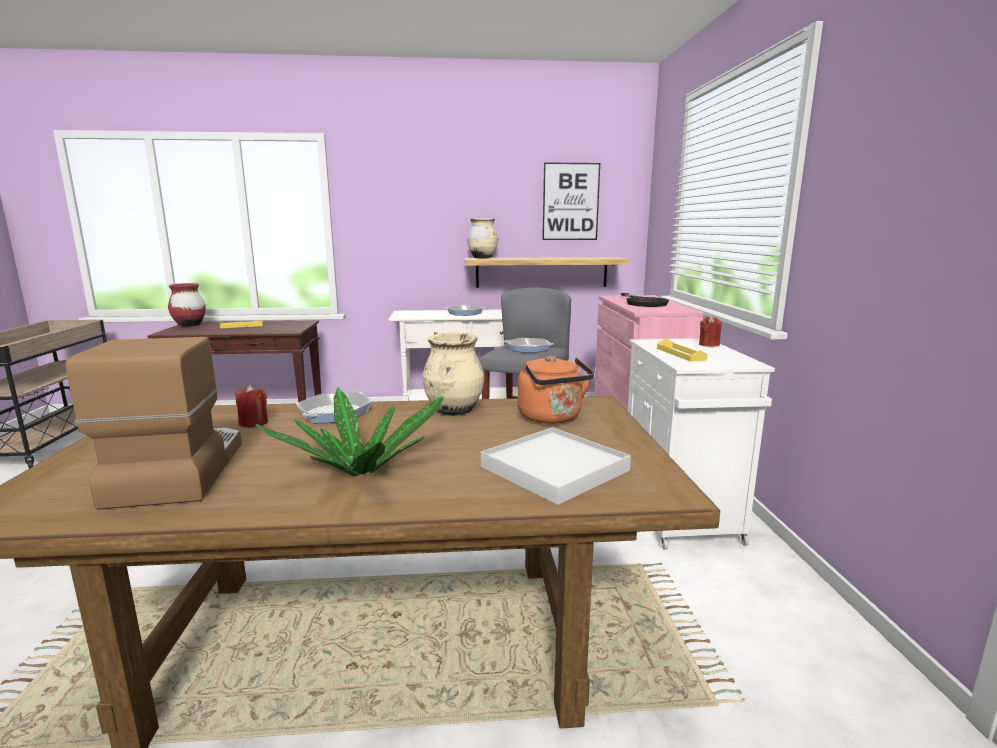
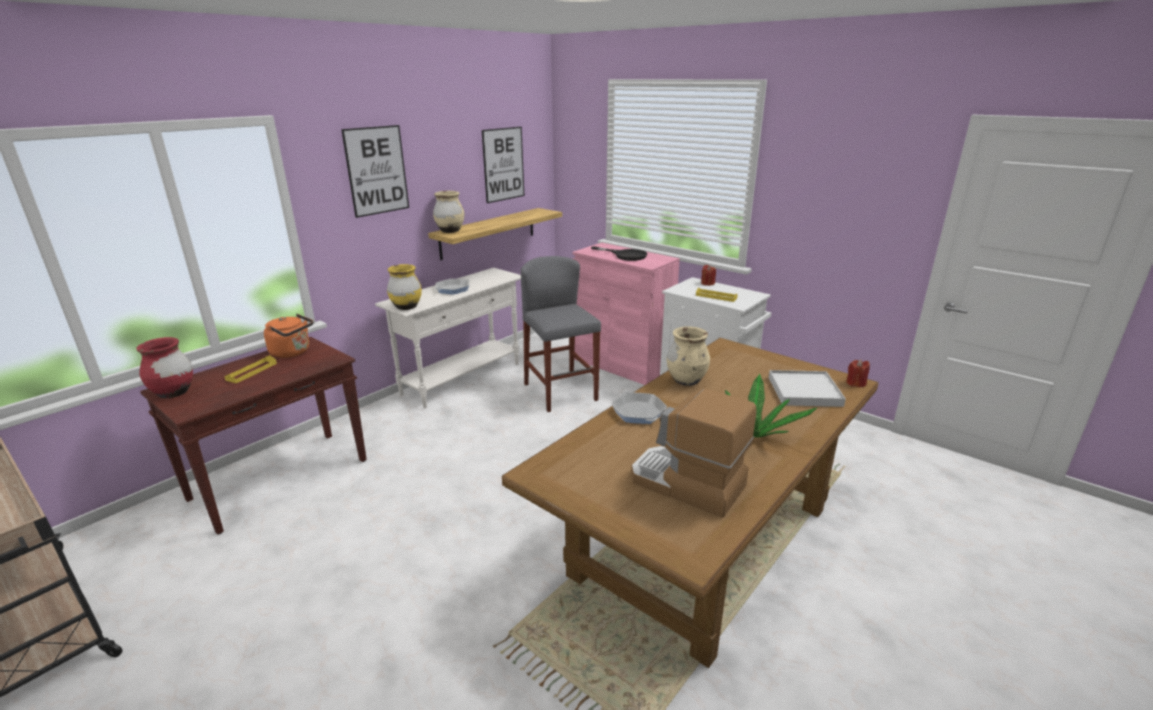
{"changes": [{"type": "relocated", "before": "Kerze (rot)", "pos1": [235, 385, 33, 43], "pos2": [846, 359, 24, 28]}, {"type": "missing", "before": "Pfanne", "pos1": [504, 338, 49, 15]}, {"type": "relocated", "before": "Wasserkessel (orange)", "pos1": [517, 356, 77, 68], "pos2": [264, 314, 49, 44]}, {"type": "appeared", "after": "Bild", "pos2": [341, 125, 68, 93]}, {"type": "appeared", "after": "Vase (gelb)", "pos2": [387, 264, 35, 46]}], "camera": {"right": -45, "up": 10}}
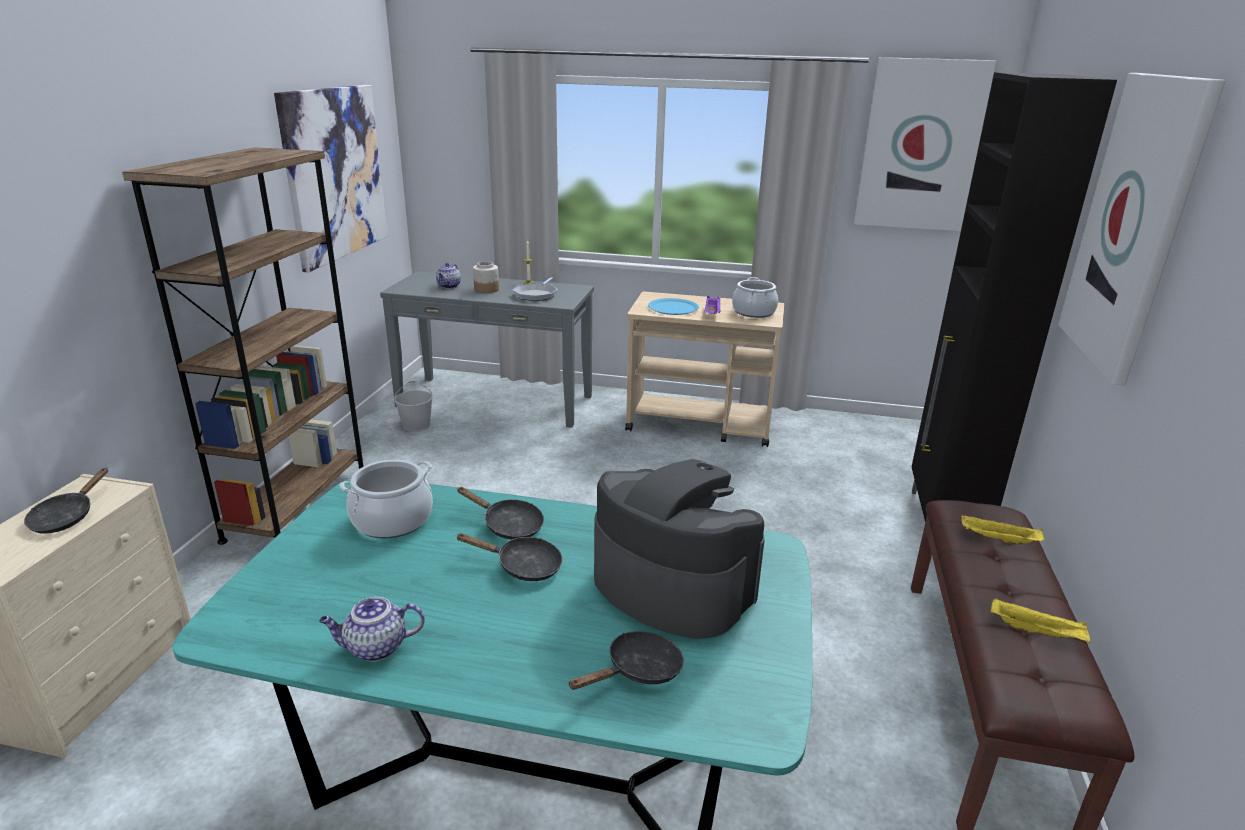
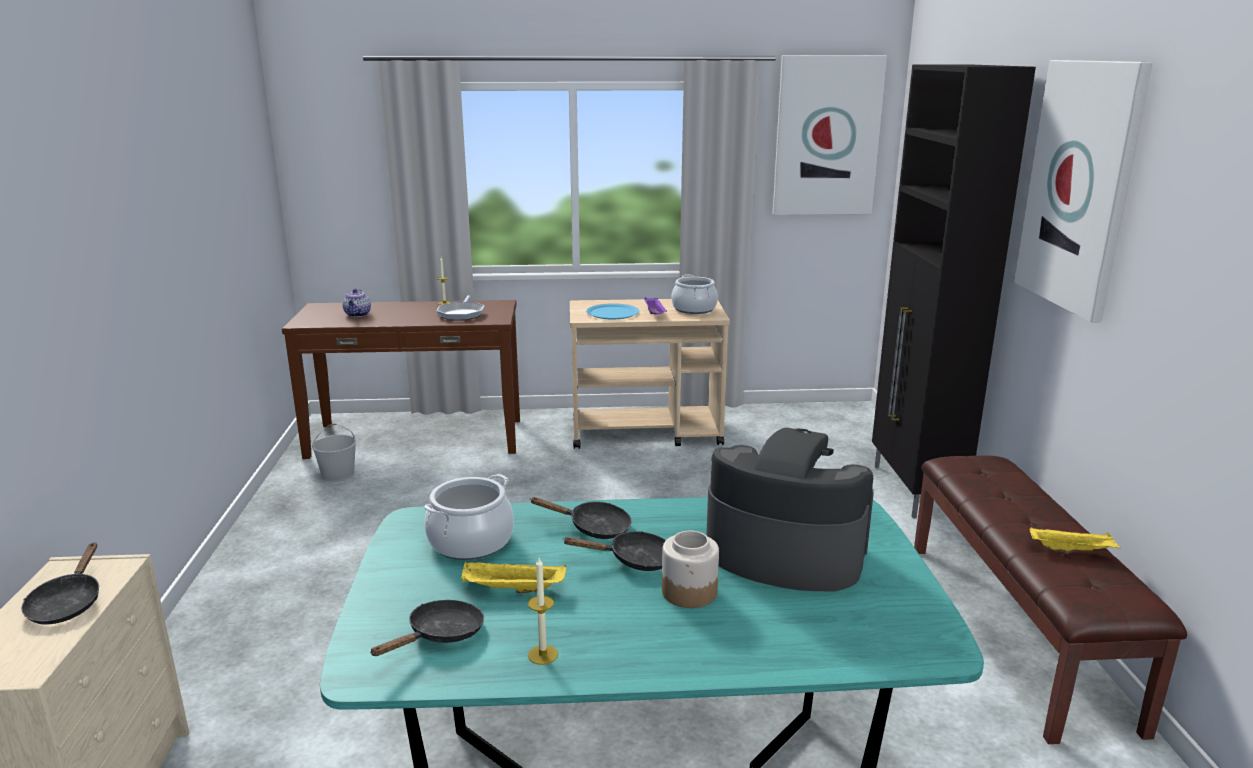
{"changes": [{"type": "missing", "before": "Bücherregal (braun)", "pos1": [122, 147, 242, 398]}, {"type": "missing", "before": "Bild", "pos1": [274, 85, 114, 188]}, {"type": "exchanged", "before": "Teekanne", "after": "Kerze", "pos1": [319, 597, 106, 65], "pos2": [528, 558, 30, 107]}, {"type": "colour", "before": "Konsolentisch (grau)", "after": "Konsolentisch (braun)", "pos1": [380, 271, 214, 157], "pos2": [282, 300, 238, 159]}, {"type": "relocated", "before": "Vorratsglas", "pos1": [473, 261, 26, 32], "pos2": [662, 531, 57, 77]}, {"type": "relocated", "before": "Pfanne (schwarz)", "pos1": [568, 631, 116, 59], "pos2": [370, 600, 114, 56]}, {"type": "relocated", "before": "Tablett (gelb)", "pos1": [961, 515, 84, 30], "pos2": [462, 562, 104, 31]}], "camera": {"right": -15, "up": -5}}
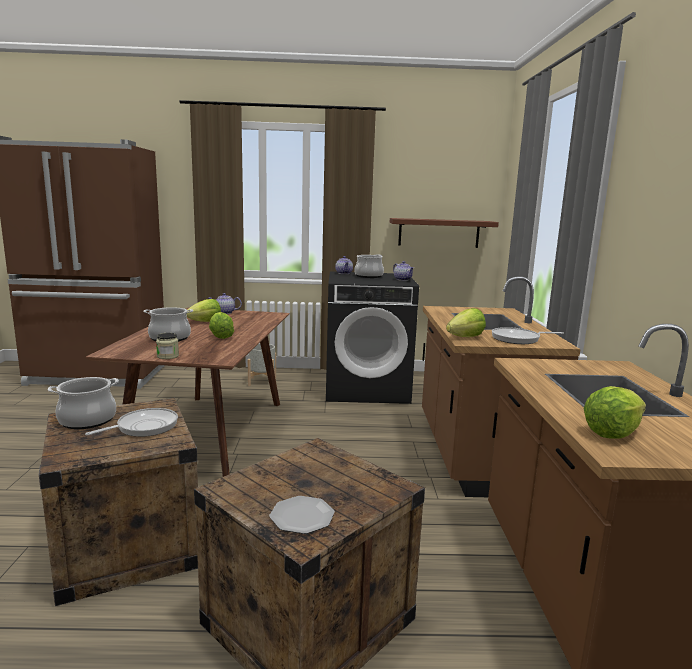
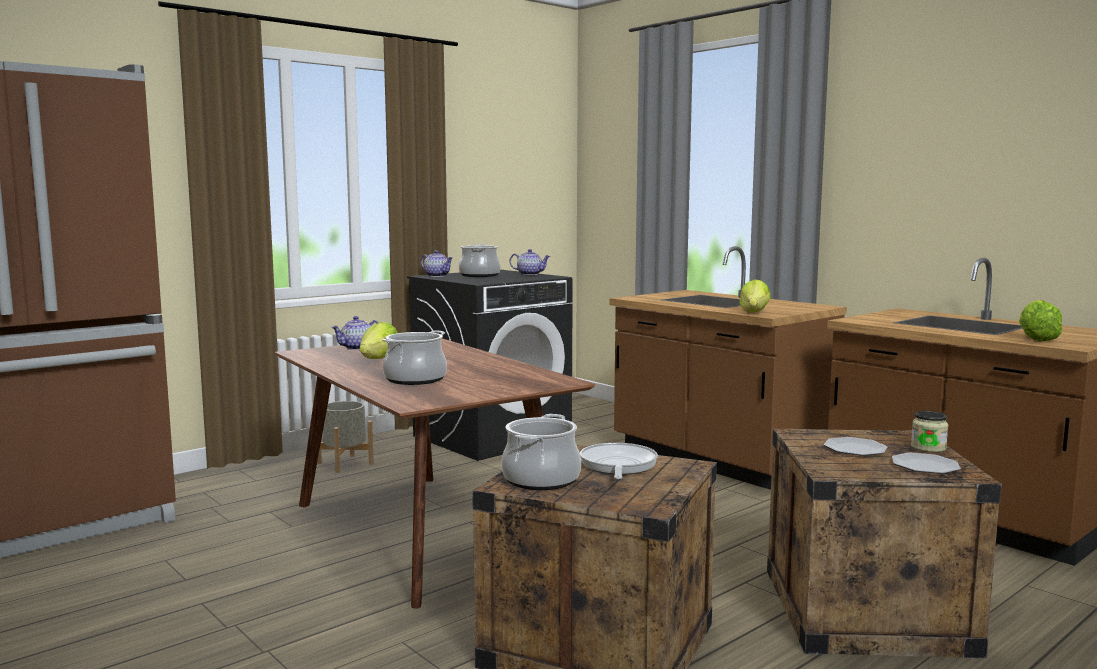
{"changes": [{"type": "relocated", "before": "Vorratsglas", "pos1": [156, 333, 23, 26], "pos2": [911, 411, 37, 41]}, {"type": "missing", "before": "Salatkopf", "pos1": [209, 312, 25, 27]}, {"type": "missing", "before": "Wandregal (braun)", "pos1": [390, 218, 109, 30]}, {"type": "missing", "before": "Pfanne", "pos1": [492, 327, 72, 17]}, {"type": "appeared", "after": "Teller", "pos2": [824, 437, 64, 19]}], "camera": {"right": -40, "up": -5}}
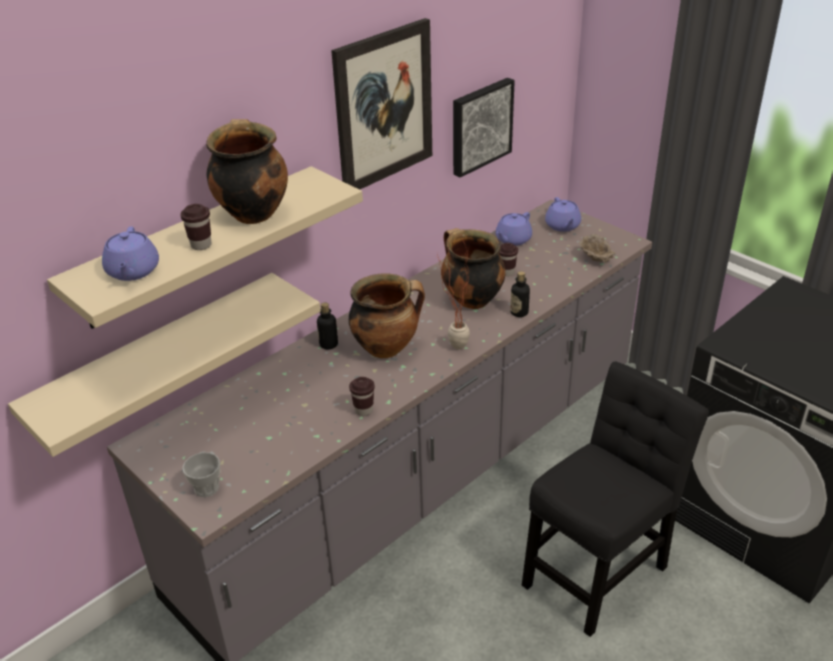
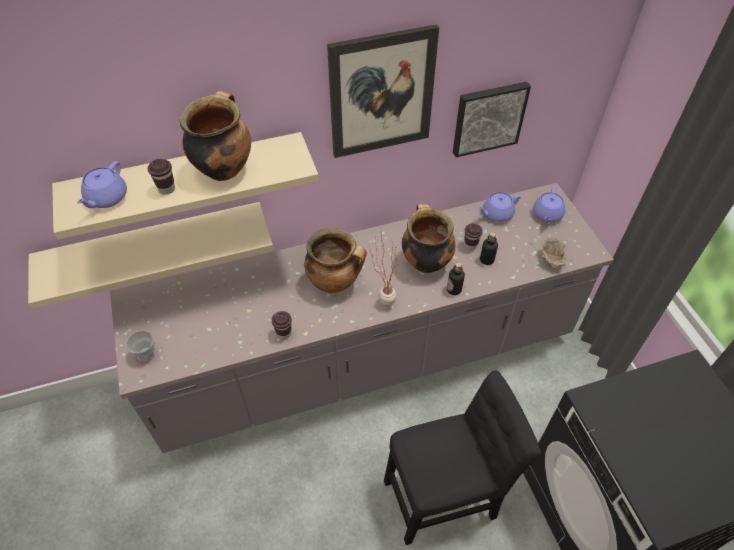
{"changes": [{"type": "relocated", "before": "Flasche", "pos1": [317, 302, 21, 47], "pos2": [480, 232, 18, 33]}], "camera": {"right": 25, "up": 15}}
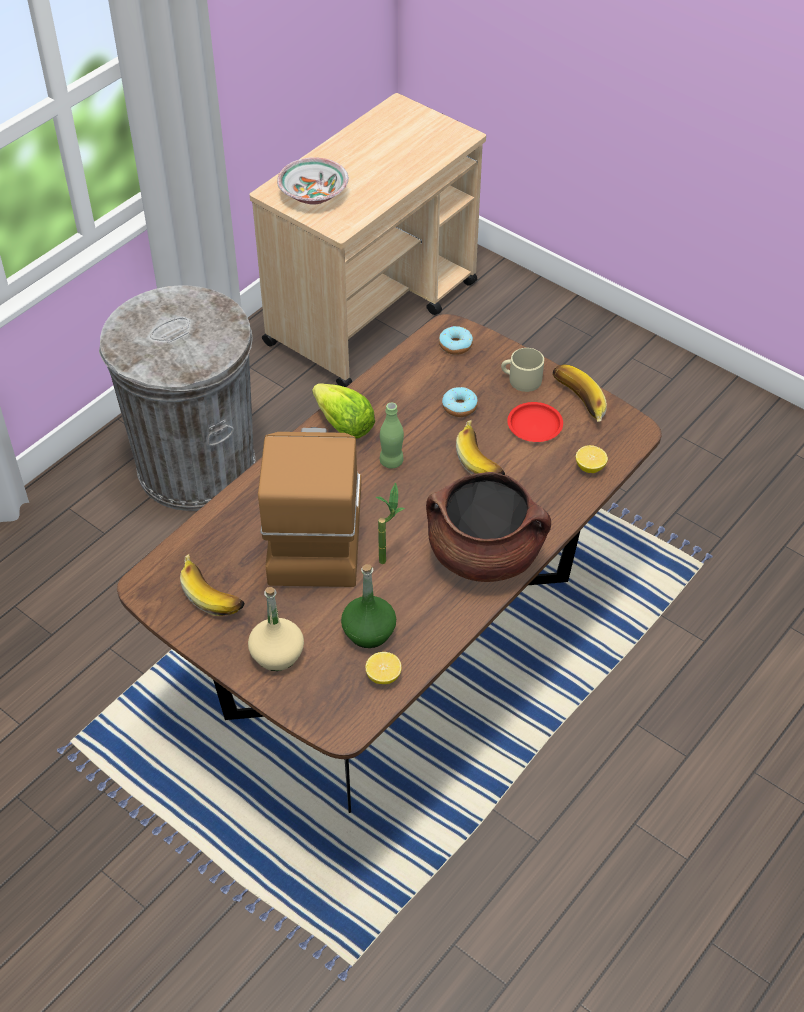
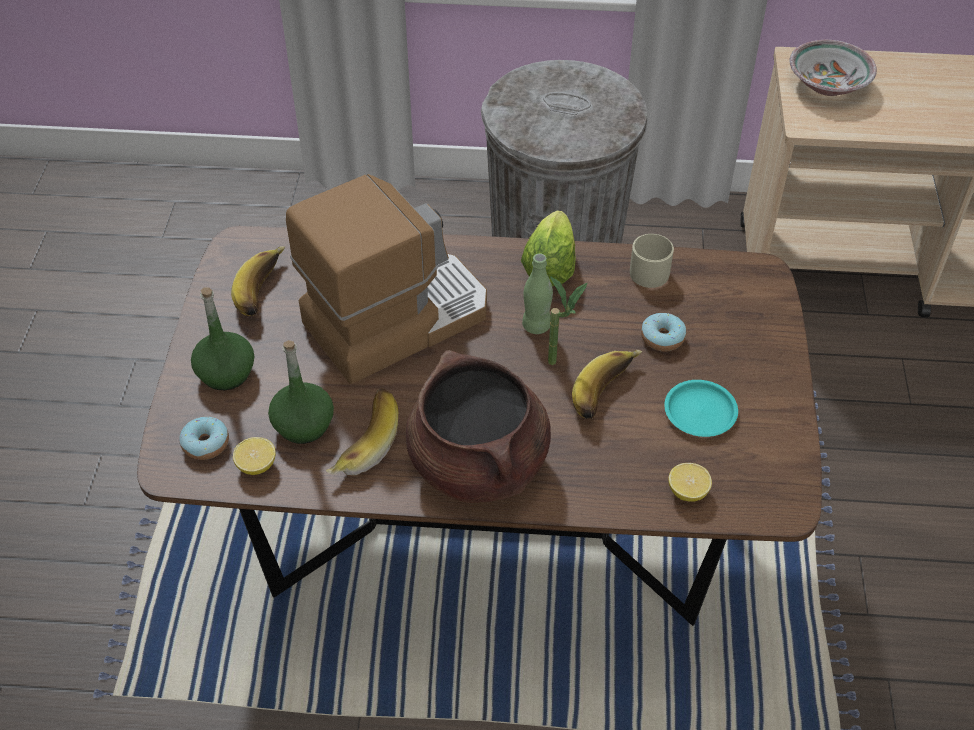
{"changes": [{"type": "colour", "before": "Flasche (beige)", "after": "Flasche (grün)", "pos1": [248, 587, 56, 84], "pos2": [191, 287, 63, 103]}, {"type": "relocated", "before": "Topfpflanze", "pos1": [375, 482, 30, 82], "pos2": [548, 276, 40, 89]}, {"type": "relocated", "before": "Donut", "pos1": [439, 326, 34, 29], "pos2": [179, 417, 50, 43]}, {"type": "relocated", "before": "Henkelbecher (beige)", "pos1": [501, 348, 43, 44], "pos2": [630, 234, 44, 54]}, {"type": "colour", "before": "Teller (rot)", "after": "Teller (türkis)", "pos1": [507, 402, 56, 40], "pos2": [664, 380, 74, 57]}, {"type": "relocated", "before": "Banane", "pos1": [552, 364, 55, 58], "pos2": [325, 389, 73, 86]}], "camera": {"right": 55, "up": 0}}
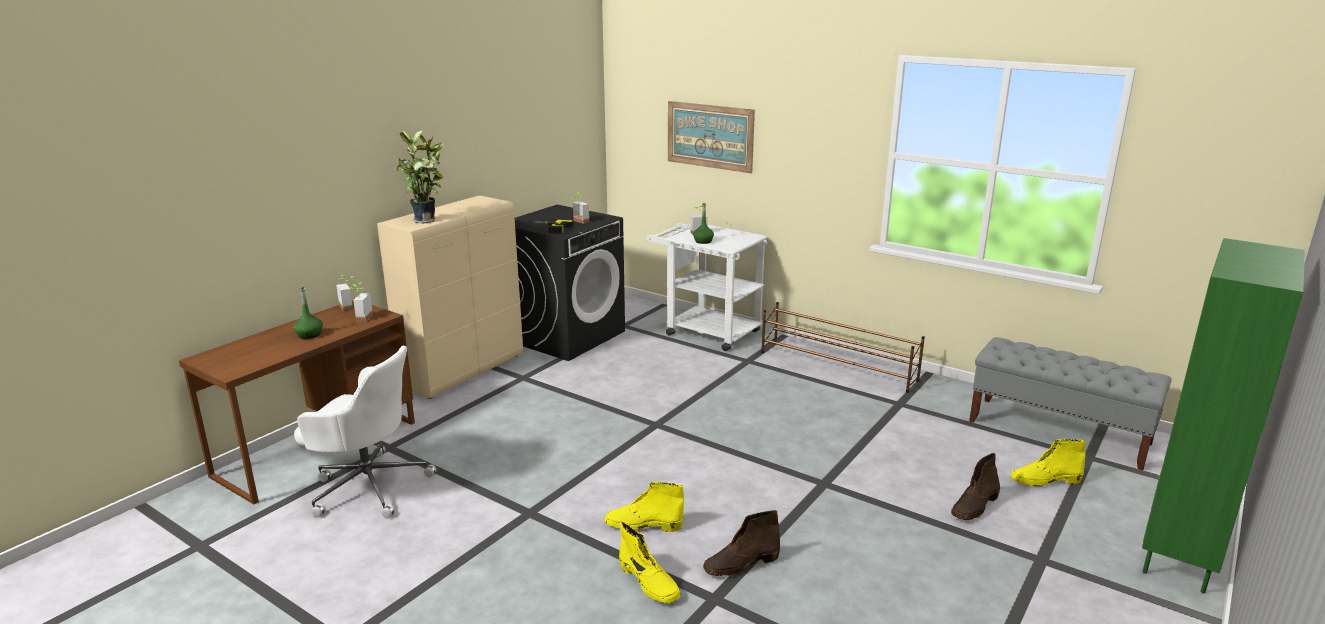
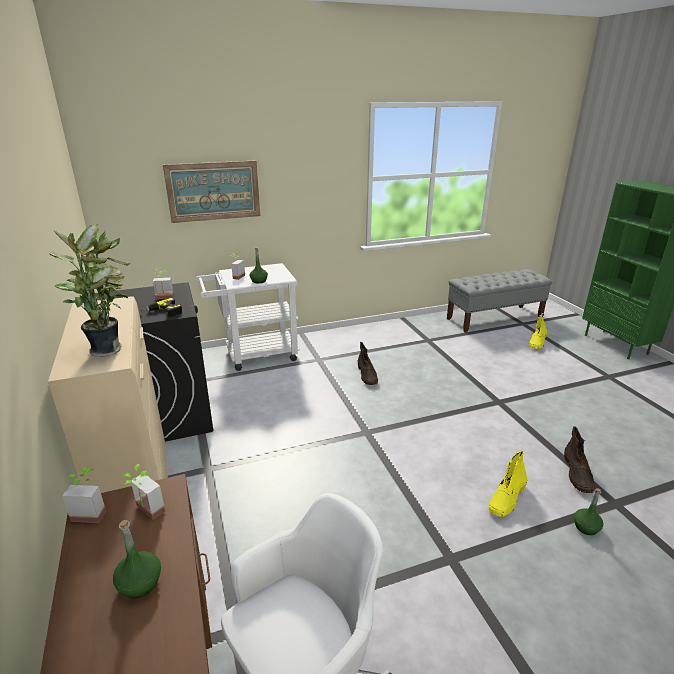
{"changes": [{"type": "exchanged", "before": "Stiefel (gelb)", "after": "Flasche (grün)", "pos1": [619, 521, 62, 83], "pos2": [574, 488, 29, 47]}, {"type": "missing", "before": "Schuhregal (braun)", "pos1": [761, 302, 164, 91]}, {"type": "relocated", "before": "Stiefel (braun)", "pos1": [951, 453, 49, 67], "pos2": [358, 342, 20, 43]}], "camera": {"right": -55, "up": 5}}
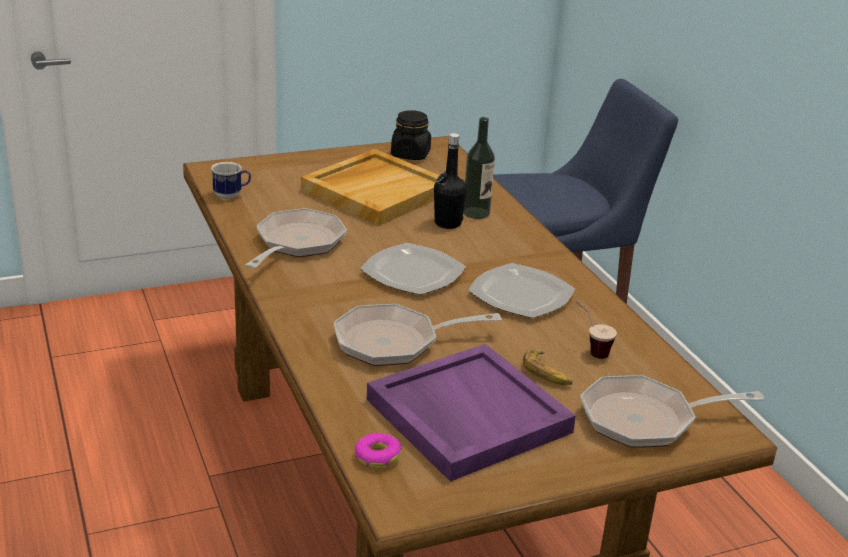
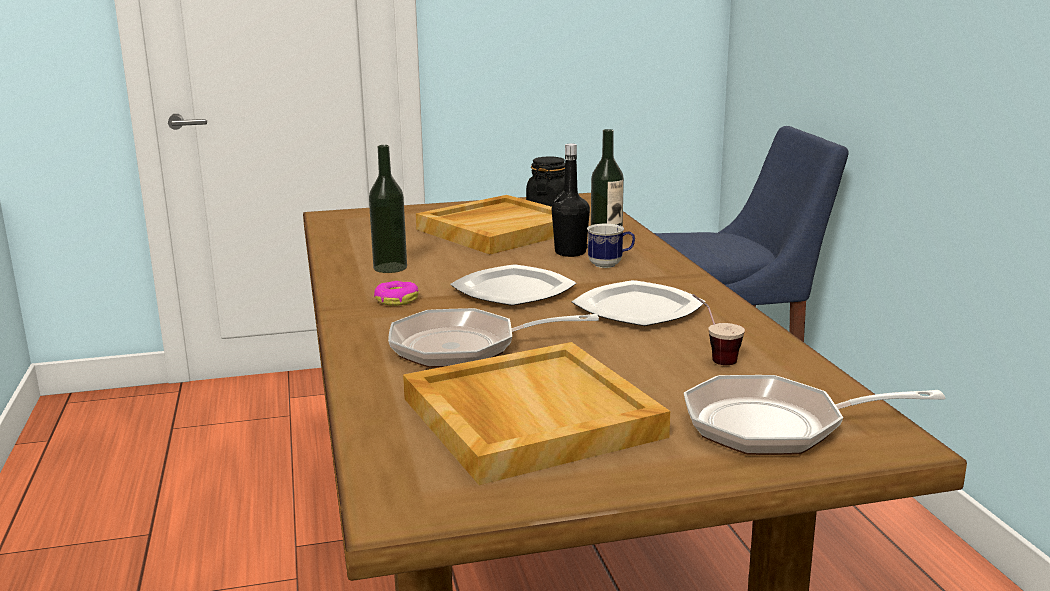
{"changes": [{"type": "relocated", "before": "Henkelbecher", "pos1": [211, 162, 40, 38], "pos2": [587, 224, 48, 44]}, {"type": "exchanged", "before": "Pfanne", "after": "Flasche", "pos1": [245, 208, 102, 60], "pos2": [369, 145, 38, 128]}, {"type": "relocated", "before": "Donut", "pos1": [355, 433, 47, 36], "pos2": [374, 281, 45, 25]}, {"type": "colour", "before": "Tablett (lila)", "after": "Tablett (beige)", "pos1": [367, 344, 209, 138], "pos2": [403, 342, 267, 143]}, {"type": "missing", "before": "Banane", "pos1": [523, 350, 50, 35]}], "camera": {"right": 10, "up": -10}}
